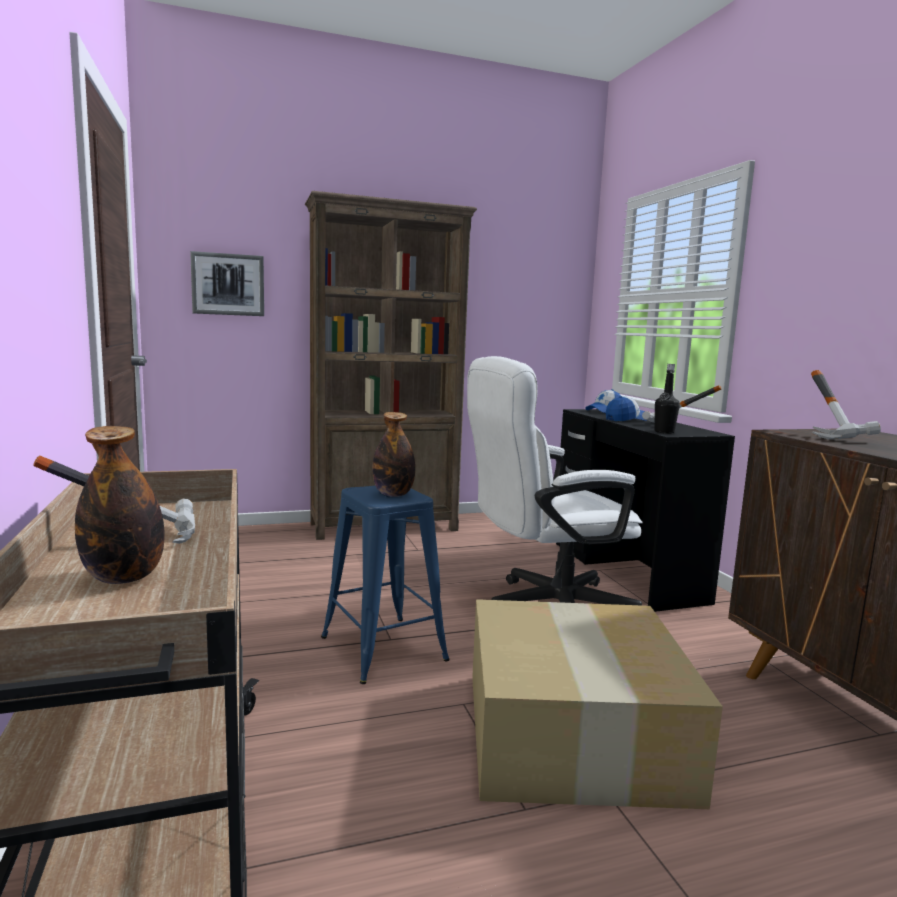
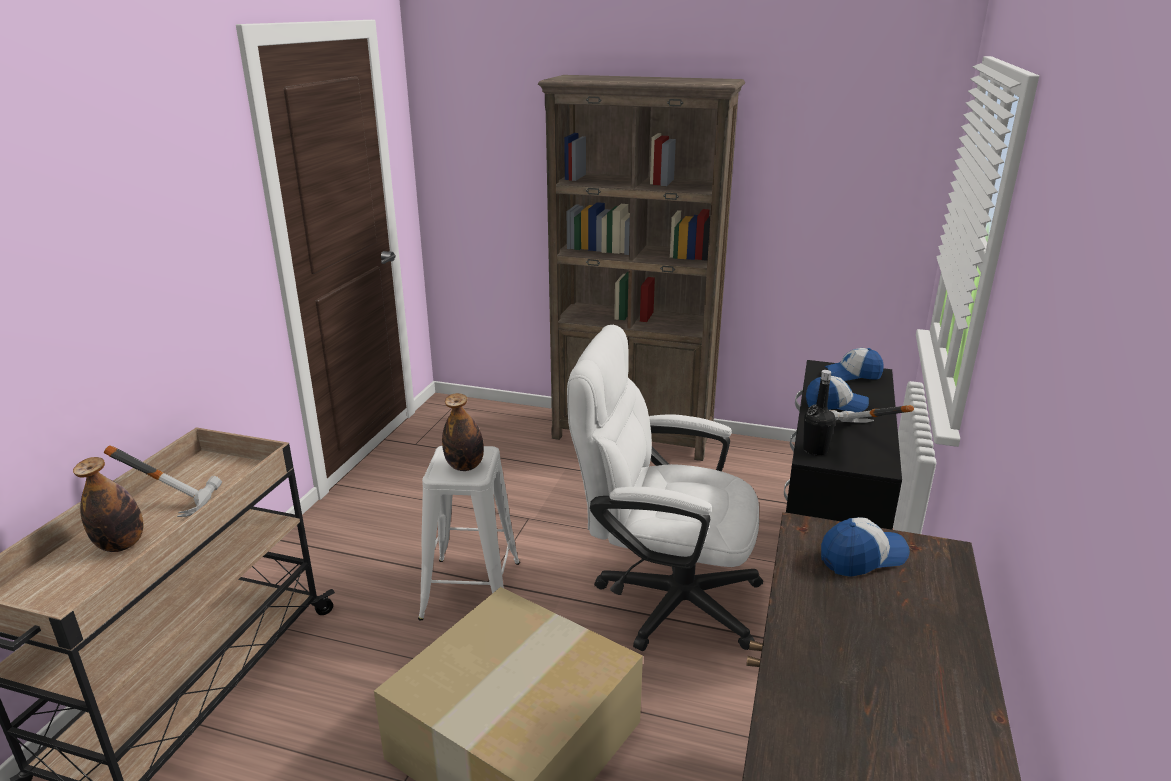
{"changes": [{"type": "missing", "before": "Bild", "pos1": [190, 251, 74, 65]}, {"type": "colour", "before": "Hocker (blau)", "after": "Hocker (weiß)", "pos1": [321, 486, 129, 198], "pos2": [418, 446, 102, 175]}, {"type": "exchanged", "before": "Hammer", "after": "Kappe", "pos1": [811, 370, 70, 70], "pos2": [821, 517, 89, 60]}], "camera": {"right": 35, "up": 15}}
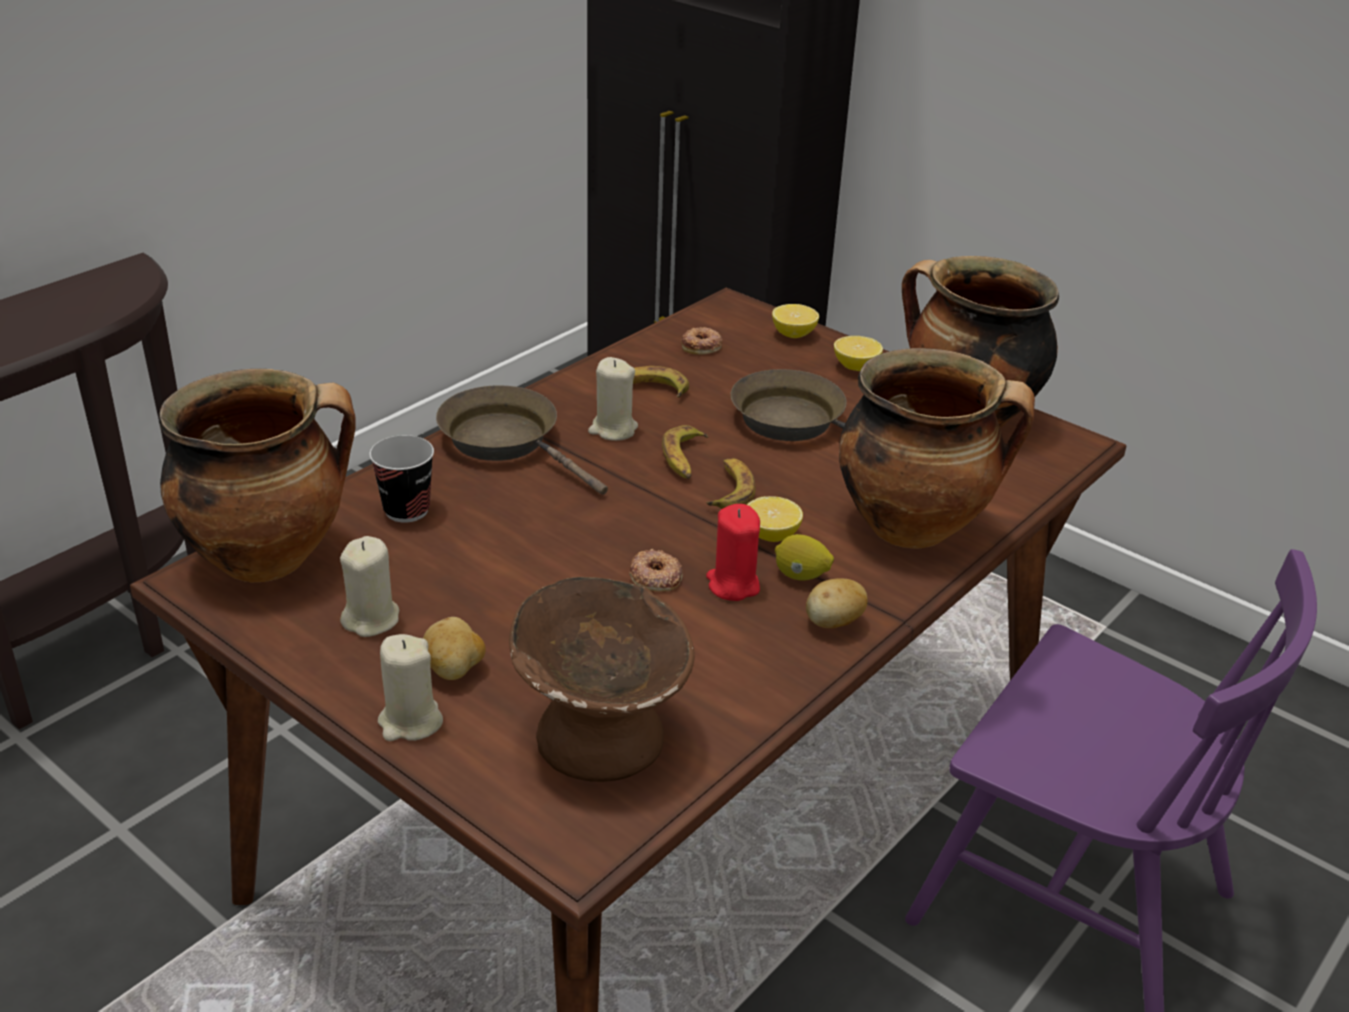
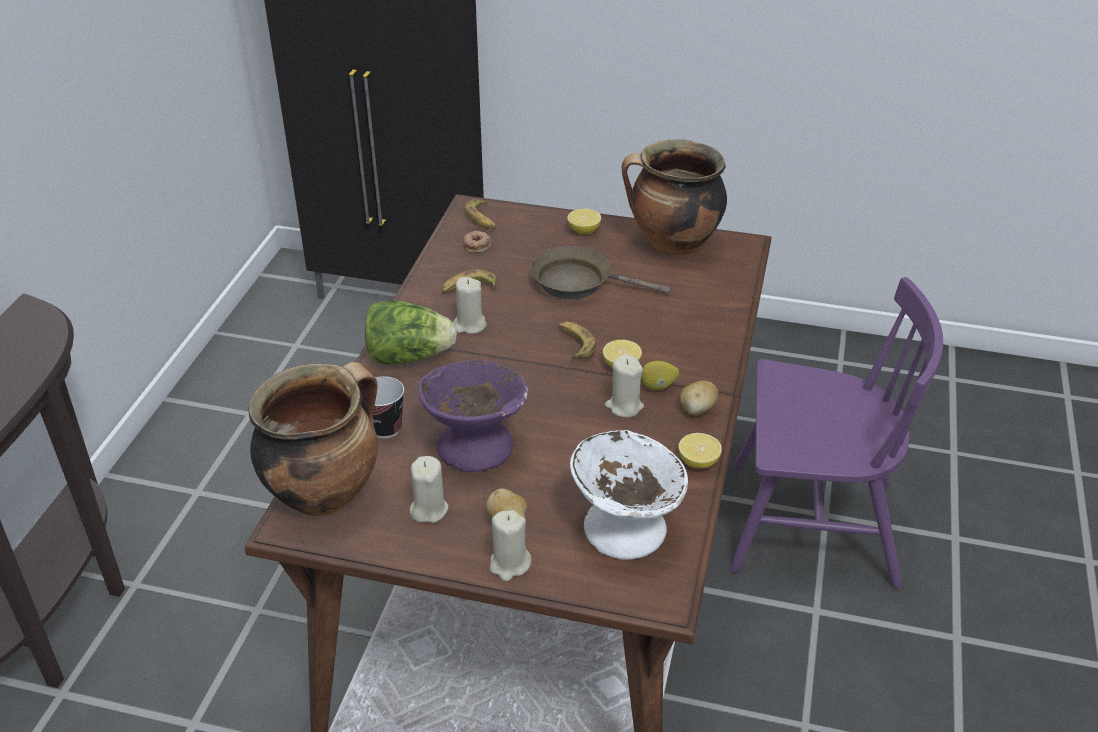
{"changes": [{"type": "exchanged", "before": "Pfanne (braun)", "after": "Salatkopf", "pos1": [436, 385, 172, 110], "pos2": [365, 301, 92, 64]}, {"type": "colour", "before": "Schüssel (braun)", "after": "Schüssel (weiß)", "pos1": [509, 577, 186, 205], "pos2": [570, 430, 118, 130]}, {"type": "missing", "before": "Donut", "pos1": [629, 549, 53, 43]}, {"type": "relocated", "before": "Banane", "pos1": [662, 425, 47, 54], "pos2": [465, 199, 31, 30]}, {"type": "colour", "before": "Kerze (rot)", "after": "Kerze (beige)", "pos1": [706, 504, 54, 97], "pos2": [605, 355, 39, 63]}, {"type": "relocated", "before": "Zitrone", "pos1": [772, 304, 47, 34], "pos2": [679, 433, 43, 35]}, {"type": "missing", "before": "Kochtopf", "pos1": [839, 348, 196, 201]}, {"type": "appeared", "after": "Schüssel (lila)", "pos2": [418, 360, 110, 112]}], "camera": {"right": -25, "up": 5}}
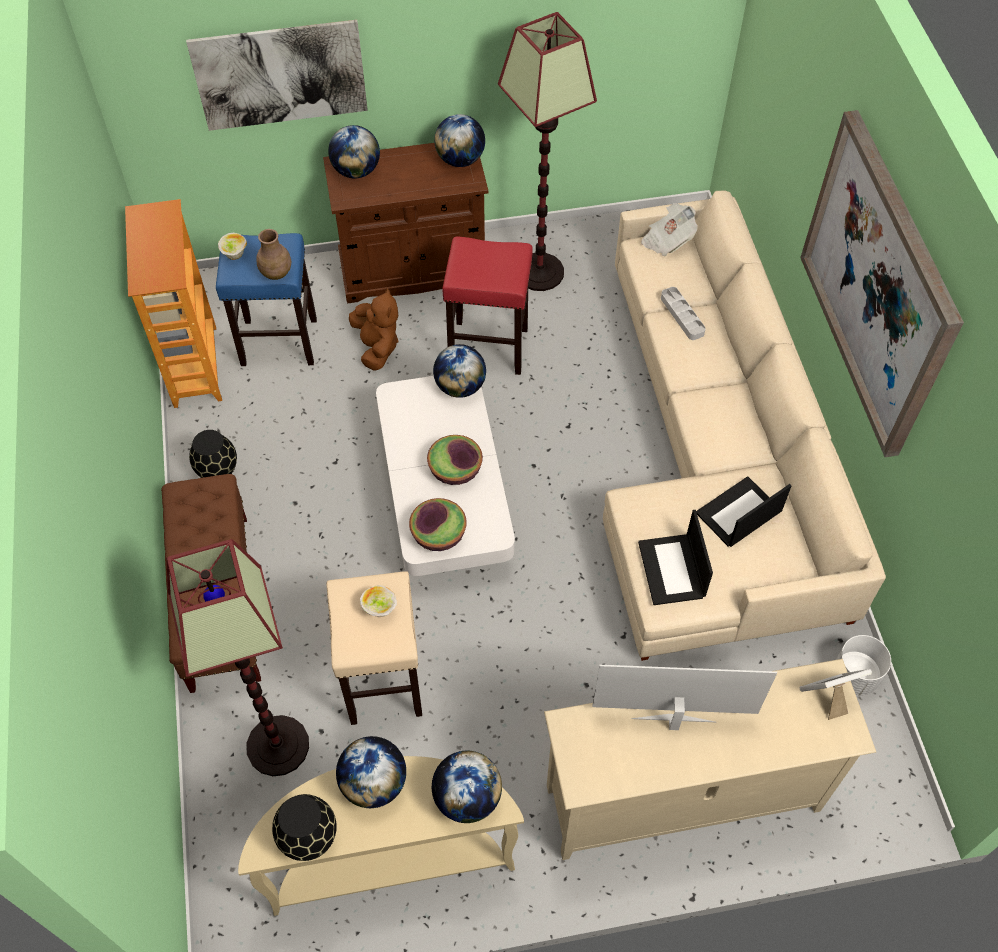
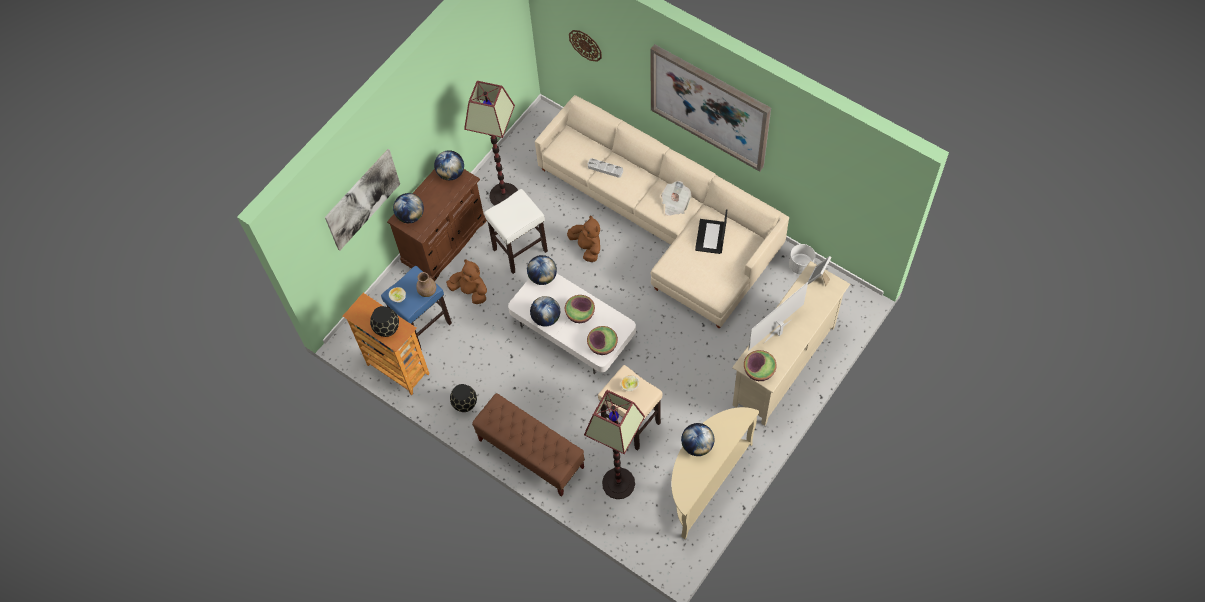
{"changes": [{"type": "relocated", "before": "Vase (schwarz)", "pos1": [272, 794, 65, 67], "pos2": [370, 306, 29, 31]}, {"type": "relocated", "before": "Globus", "pos1": [432, 751, 70, 72], "pos2": [530, 296, 30, 30]}, {"type": "colour", "before": "Hocker (rot)", "after": "Hocker (weiß)", "pos1": [442, 237, 91, 138], "pos2": [484, 189, 64, 85]}, {"type": "missing", "before": "Laptop", "pos1": [638, 510, 75, 95]}, {"type": "relocated", "before": "Zeitung", "pos1": [641, 203, 57, 53], "pos2": [661, 181, 31, 35]}, {"type": "appeared", "after": "Plüschtier (braun)", "pos2": [567, 215, 33, 47]}, {"type": "appeared", "after": "Wanduhr", "pos2": [569, 30, 33, 32]}, {"type": "appeared", "after": "Schüssel", "pos2": [744, 350, 33, 31]}], "camera": {"right": -40, "up": 5}}
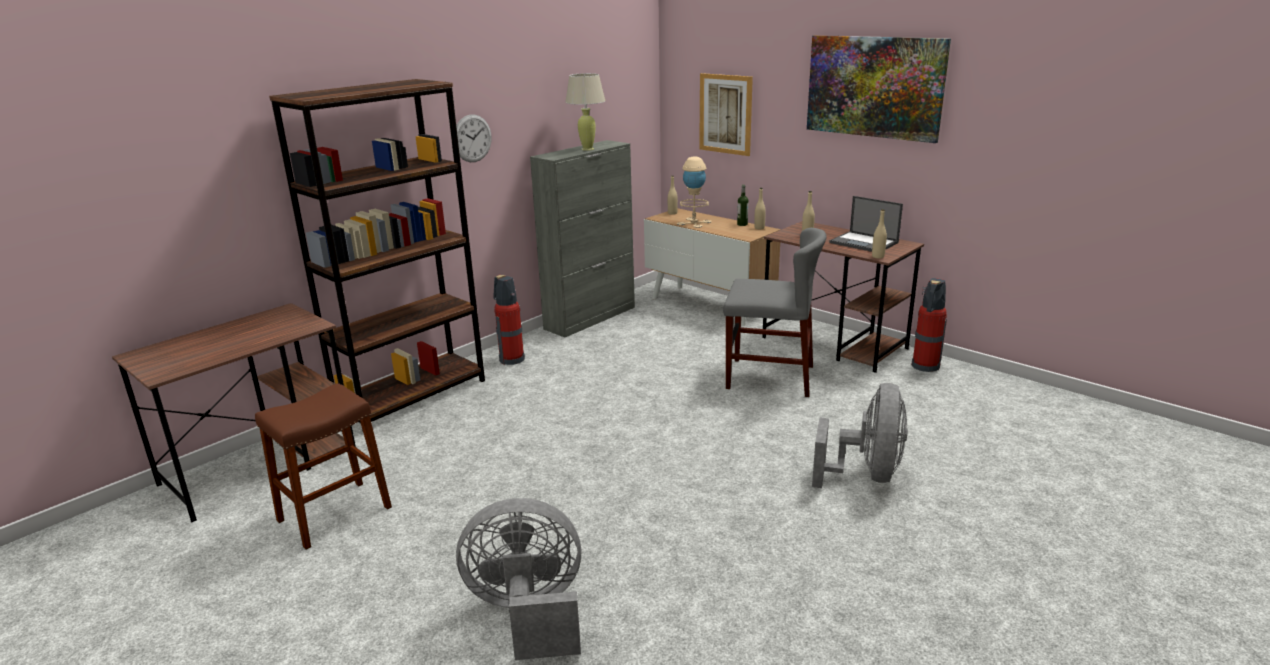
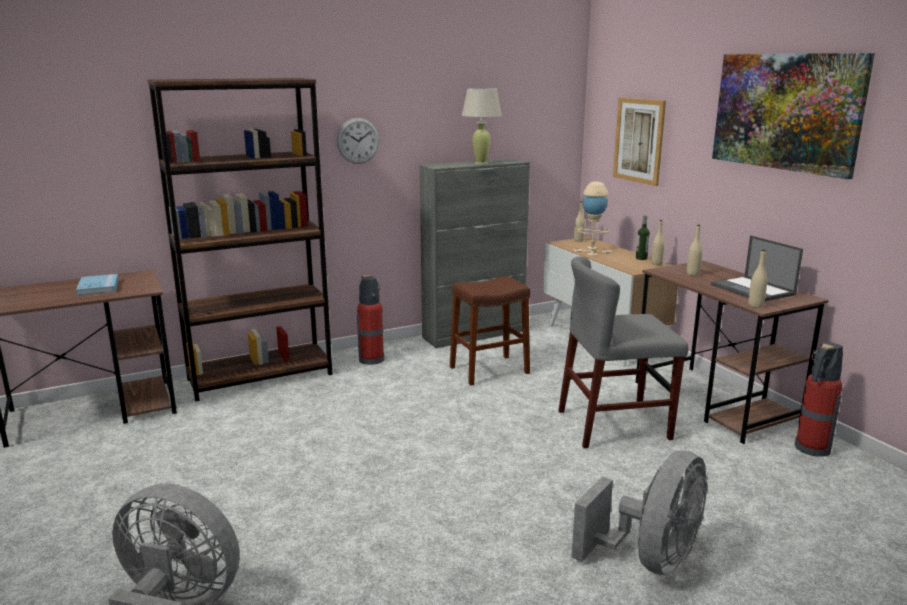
{"changes": [{"type": "relocated", "before": "Hocker (braun)", "pos1": [255, 383, 137, 167], "pos2": [450, 276, 80, 109]}, {"type": "spun", "before": "Stuhl (grau)", "pos1": [723, 228, 103, 169], "pos2": [558, 257, 130, 192], "turn": 135}, {"type": "appeared", "after": "Buch (blau)", "pos2": [76, 274, 43, 22]}], "camera": {"right": 20, "up": -5}}
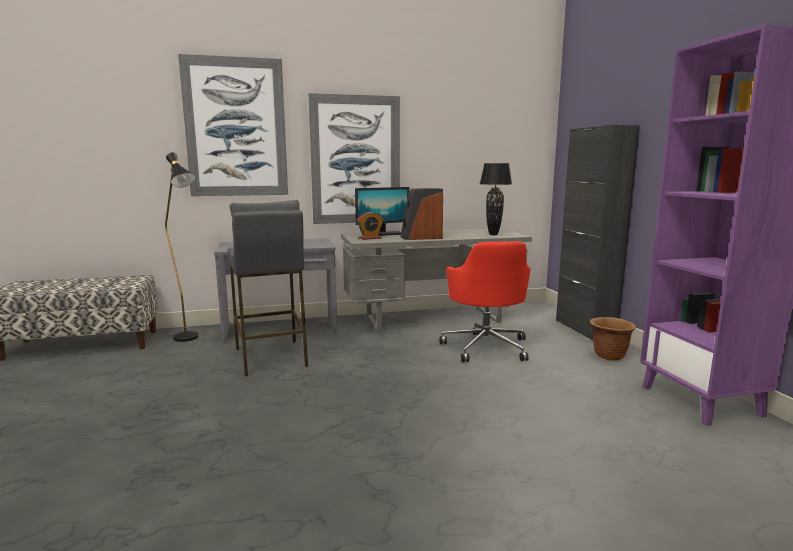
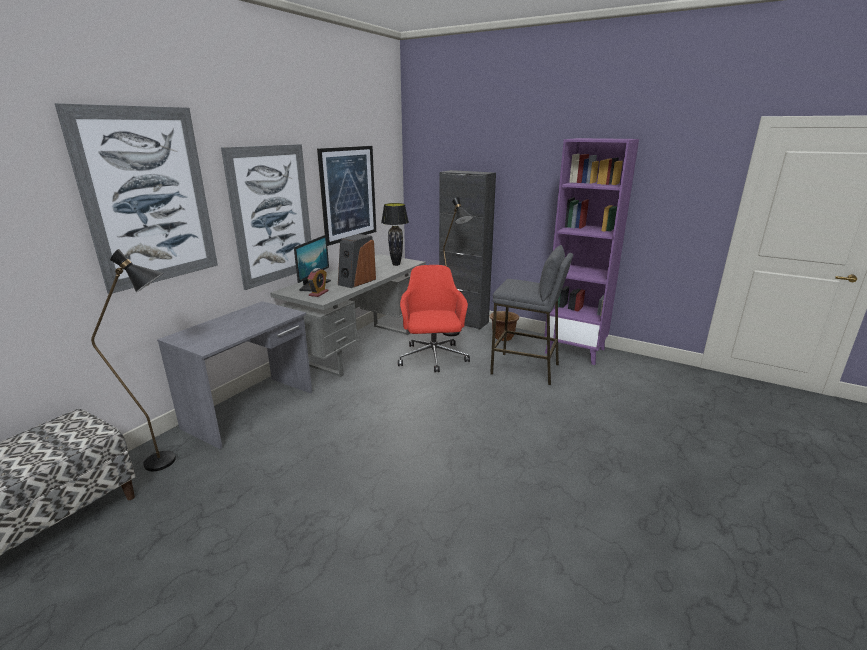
{"changes": [{"type": "relocated", "before": "Hocker (grau)", "pos1": [227, 200, 81, 176], "pos2": [490, 245, 83, 140]}, {"type": "spun", "before": "Bürostuhl (rot)", "pos1": [440, 241, 90, 121], "pos2": [398, 265, 72, 107], "turn": -135}, {"type": "appeared", "after": "Bild", "pos2": [317, 146, 59, 100]}, {"type": "appeared", "after": "Stehlampe (schwarz)", "pos2": [443, 197, 30, 139]}], "camera": {"right": -45, "up": 10}}
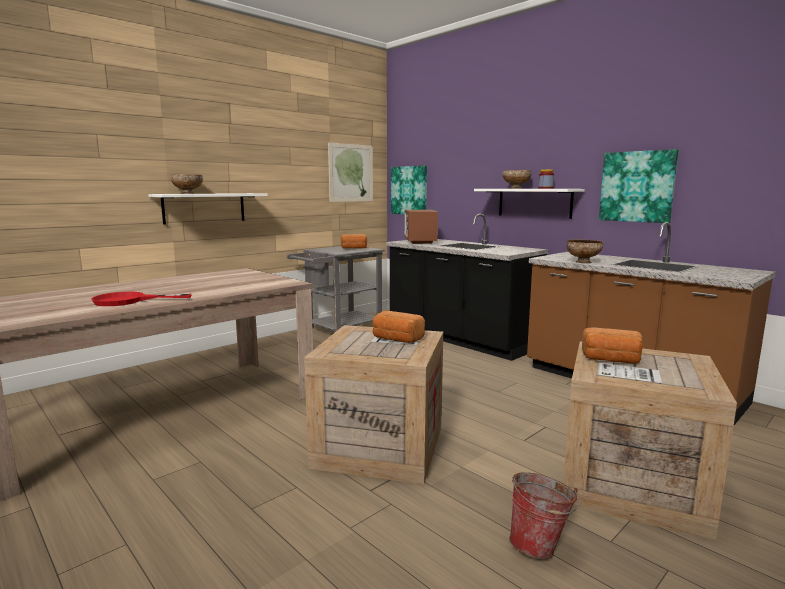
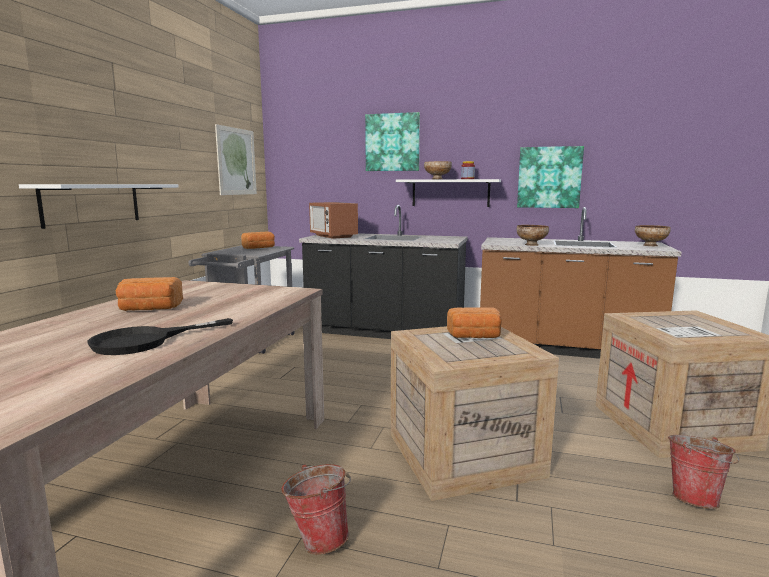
{"changes": [{"type": "colour", "before": "Pfanne (rot)", "after": "Pfanne (schwarz)", "pos1": [91, 292, 101, 14], "pos2": [88, 318, 145, 37]}, {"type": "relocated", "before": "Schüssel", "pos1": [170, 174, 33, 20], "pos2": [635, 225, 36, 21]}, {"type": "relocated", "before": "Bild", "pos1": [391, 166, 36, 49], "pos2": [365, 112, 55, 59]}, {"type": "relocated", "before": "Brot", "pos1": [582, 327, 61, 37], "pos2": [116, 277, 67, 34]}, {"type": "appeared", "after": "Eimer", "pos2": [281, 464, 70, 91]}], "camera": {"right": -30, "up": 0}}
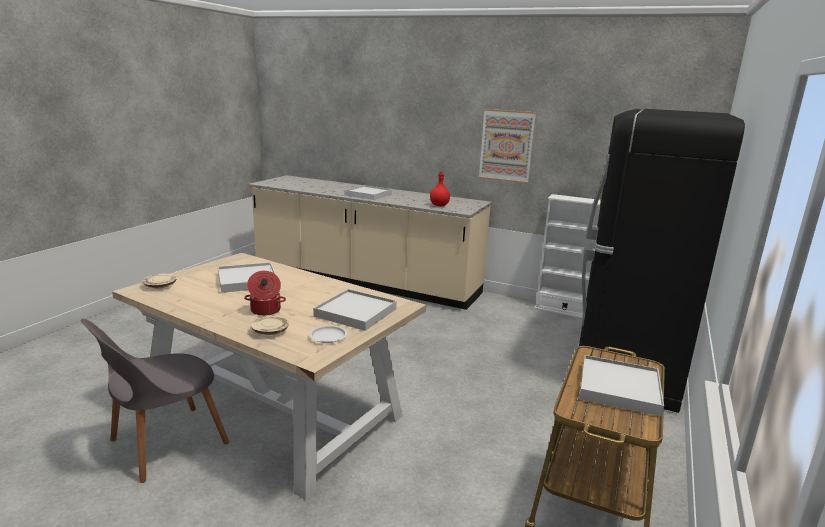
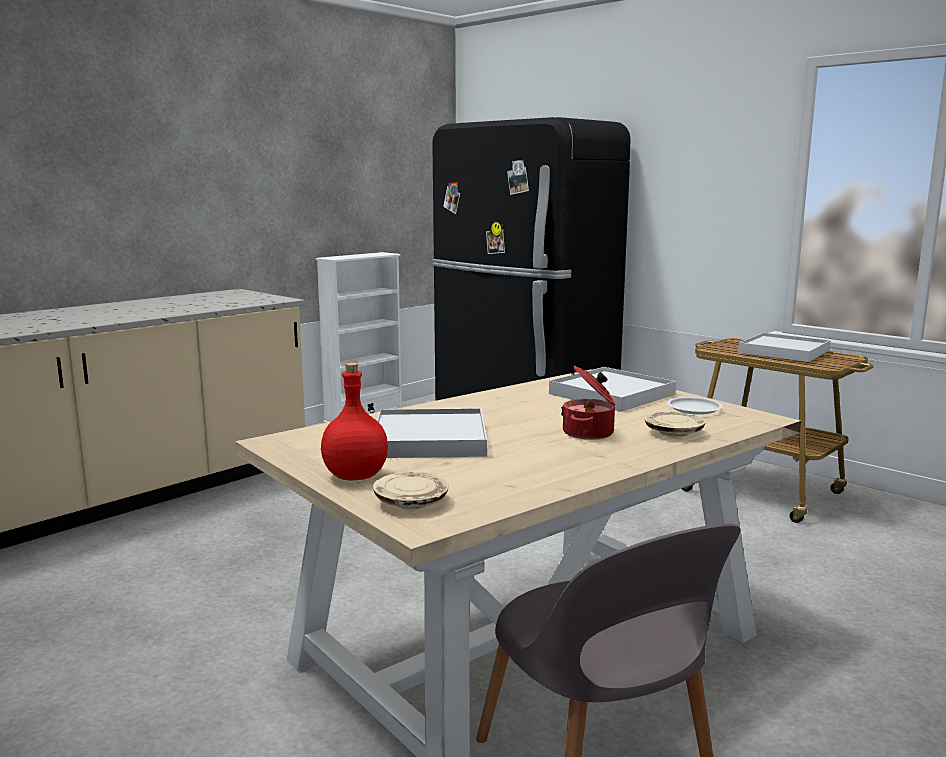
{"changes": [{"type": "missing", "before": "Tablett (weiß)", "pos1": [345, 185, 47, 15]}, {"type": "relocated", "before": "Flasche (rot)", "pos1": [430, 171, 20, 35], "pos2": [321, 363, 67, 117]}, {"type": "missing", "before": "Bild", "pos1": [479, 109, 57, 75]}], "camera": {"right": -70, "up": -5}}
